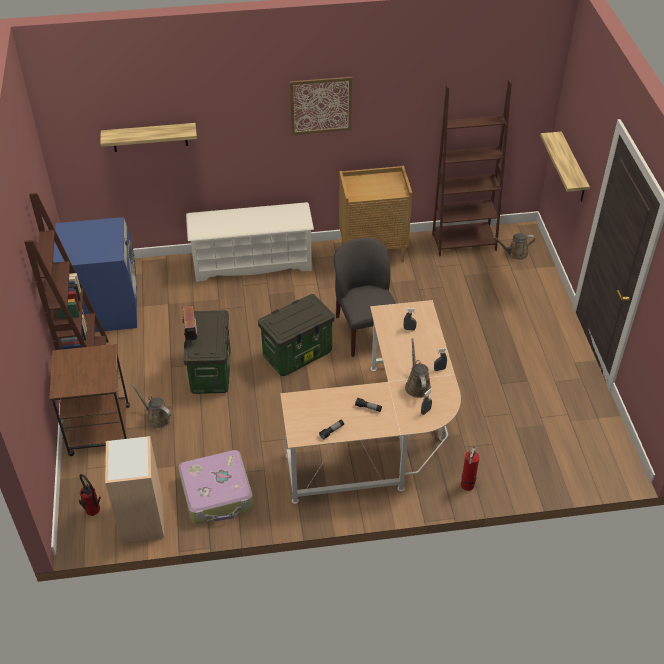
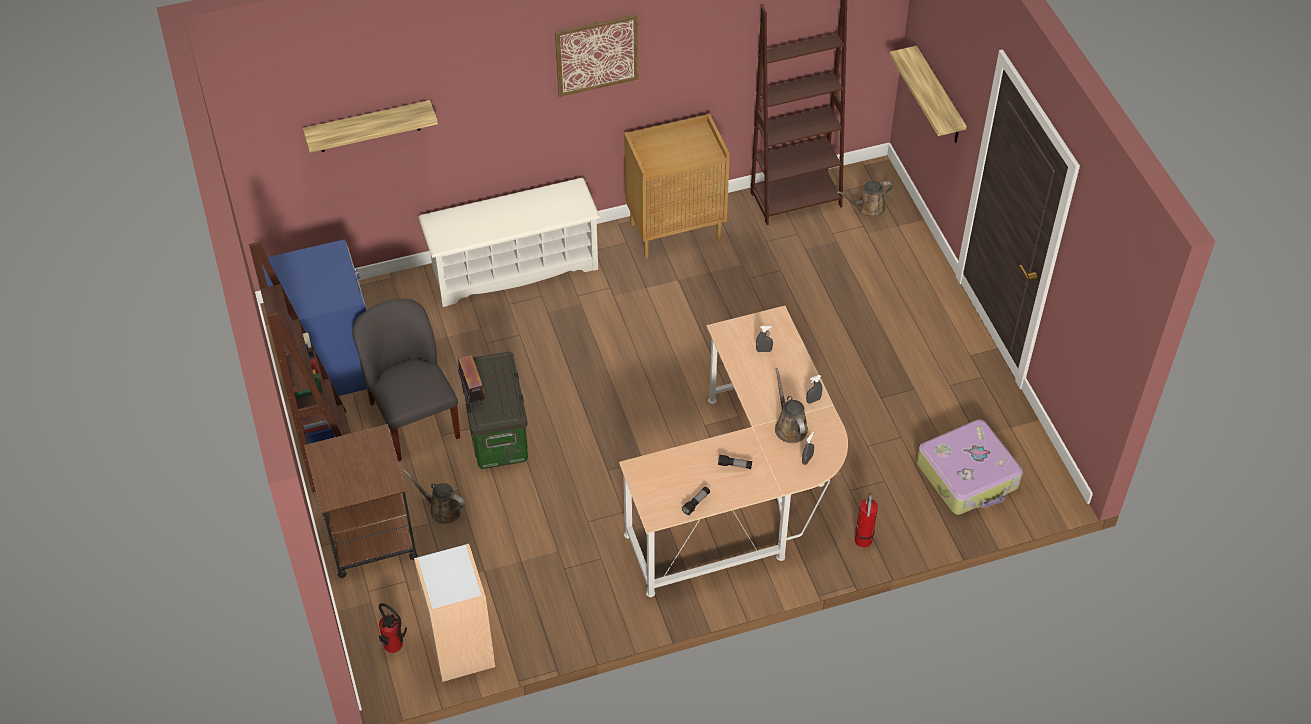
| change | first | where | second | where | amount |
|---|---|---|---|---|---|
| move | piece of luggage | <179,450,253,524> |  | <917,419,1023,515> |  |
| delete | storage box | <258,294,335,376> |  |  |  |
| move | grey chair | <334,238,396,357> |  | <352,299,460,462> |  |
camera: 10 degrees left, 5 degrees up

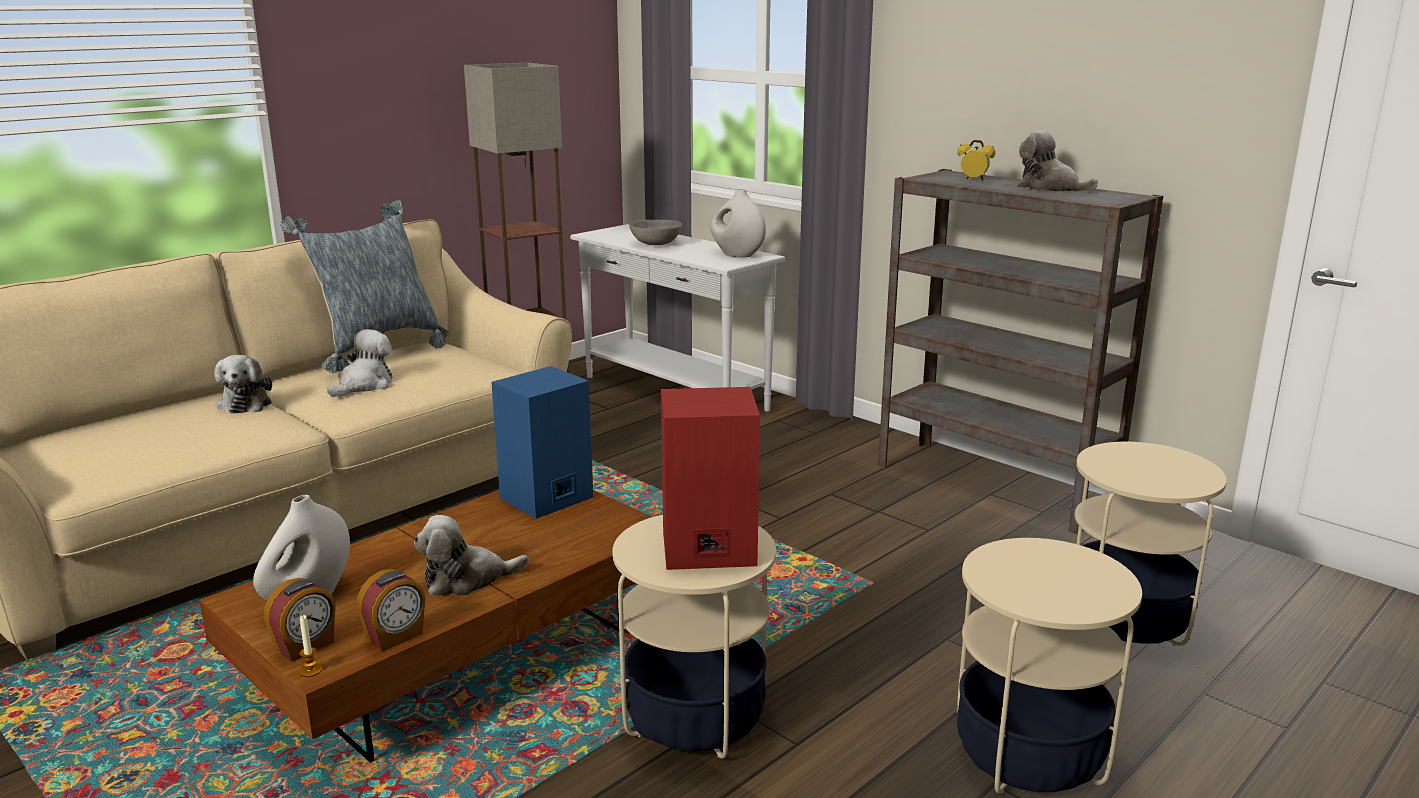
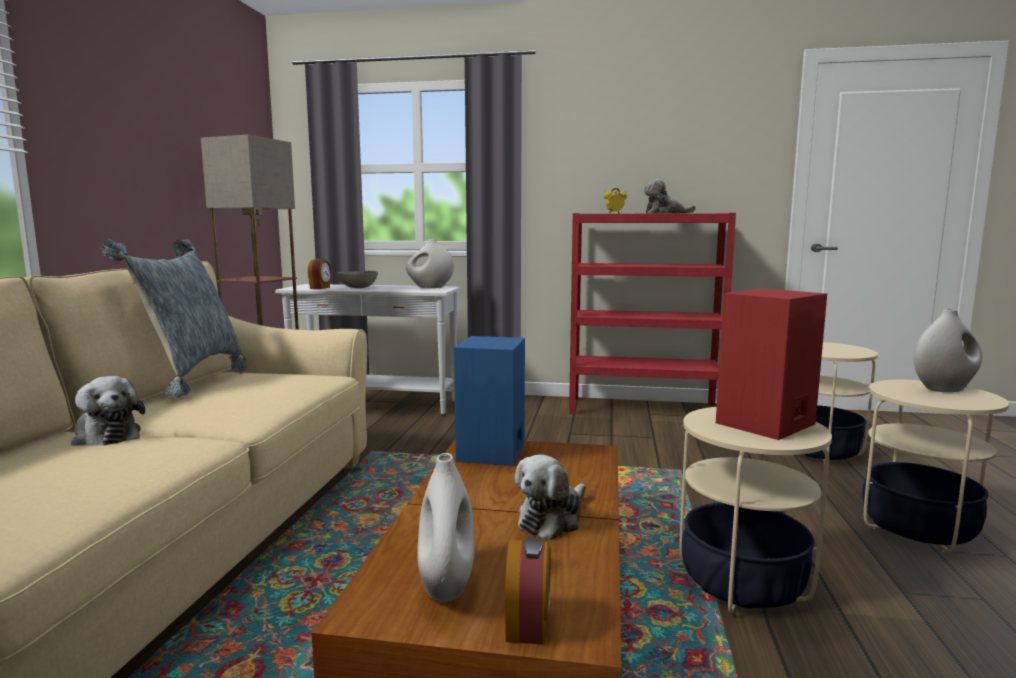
| change | first | where | second | where | amount |
|---|---|---|---|---|---|
| delete | wax light | <299,615,322,677> |  |  |  |
| delete | soft toy | <327,329,393,397> |  |  |  |
| move | table clock | <356,569,426,652> |  | <308,258,331,289> |  |
| recolor | grey bookshelf | <878,169,1163,535> | red bookshelf | <569,213,736,414> |  |
| insert |  |  | whitish vase | <914,309,982,392> |  |
camera: 35 degrees left, 10 degrees down

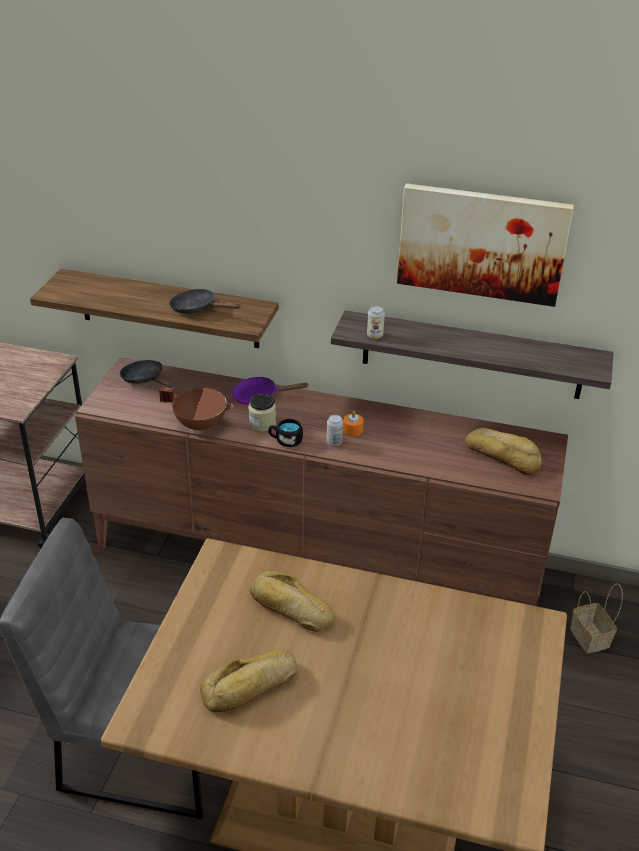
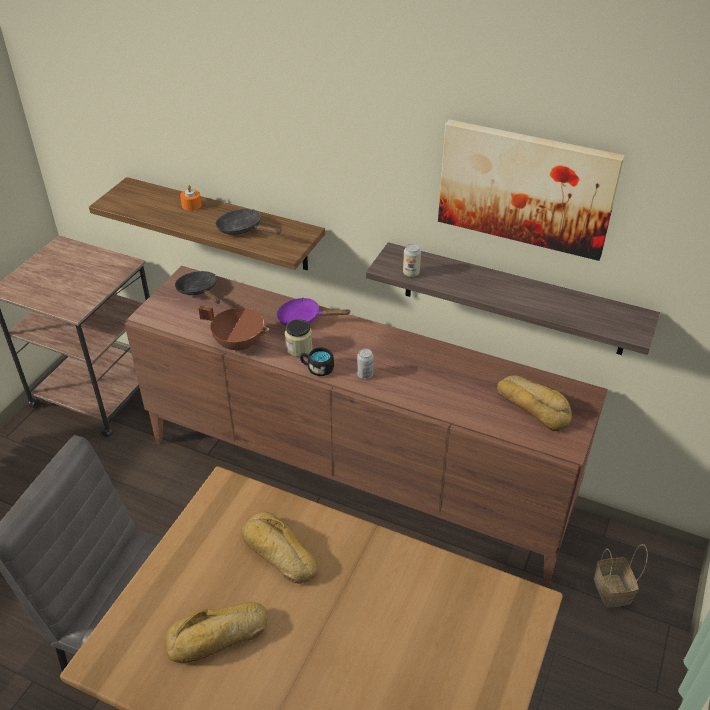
| change | first | where | second | where | amount |
|---|---|---|---|---|---|
| move | orange wax light | <343,411,364,436> |  | <180,185,201,211> |  |
camera: 10 degrees right, 5 degrees up

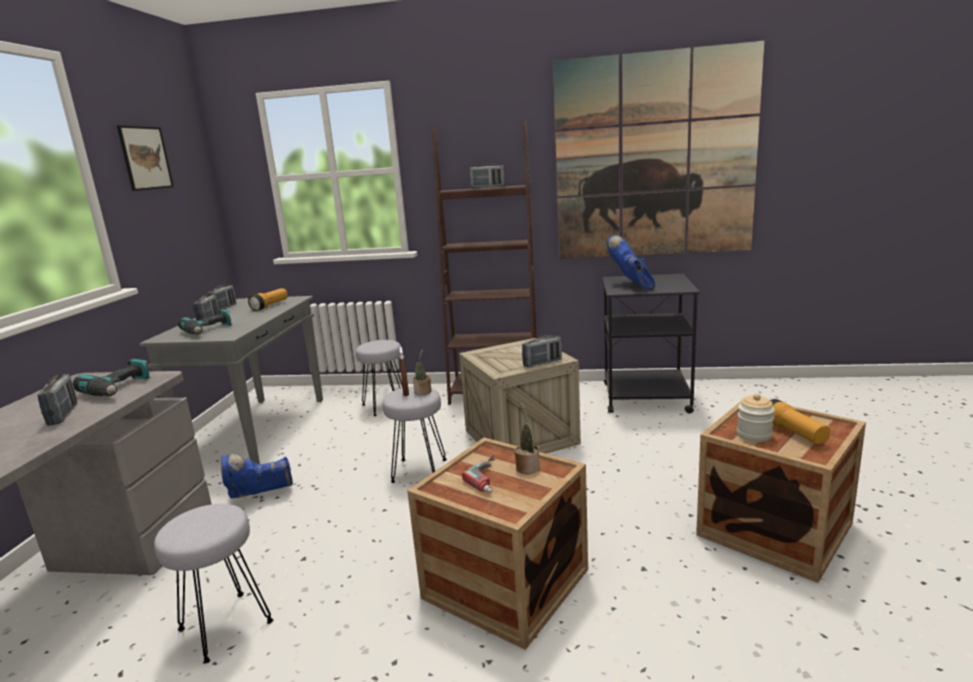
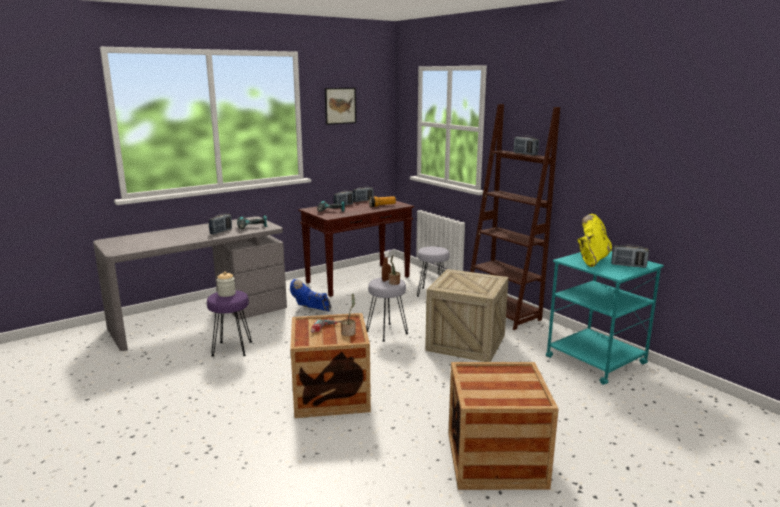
| change | first | where | second | where | amount |
|---|---|---|---|---|---|
| recolor | grey console table | <139,296,323,464> | brown-coloured console table | <298,200,414,297> |  |
| recolor | grey stool seat | <154,504,273,664> | purplish stool seat | <207,290,252,357> |  |
| move | radio receiver | <522,336,562,368> |  | <611,245,649,268> |  |
| delete | wall art | <553,41,765,259> |  |  |  |
| recolor | black-coloured wheeled cart | <602,274,700,414> | turquoise wheeled cart | <546,251,664,385> |  |
| recolor | blue-coloured boot | <607,235,655,290> | yellow boot | <578,214,612,267> |  |
| move | jar | <737,394,775,442> |  | <217,272,236,297> |  |
| delete | flashlight | <770,399,830,444> |  |  |  |
camera: 45 degrees right, 0 degrees up

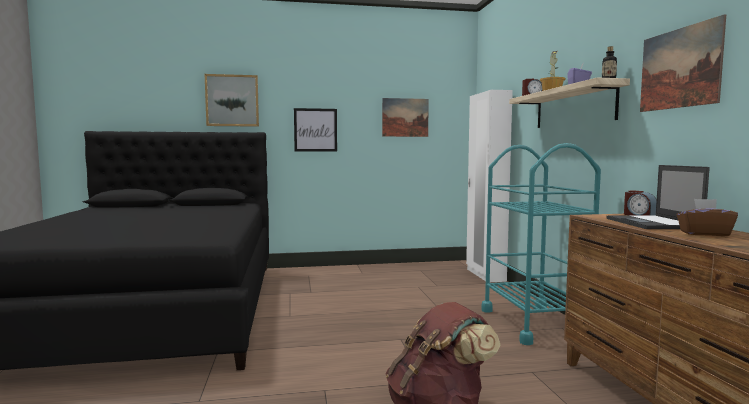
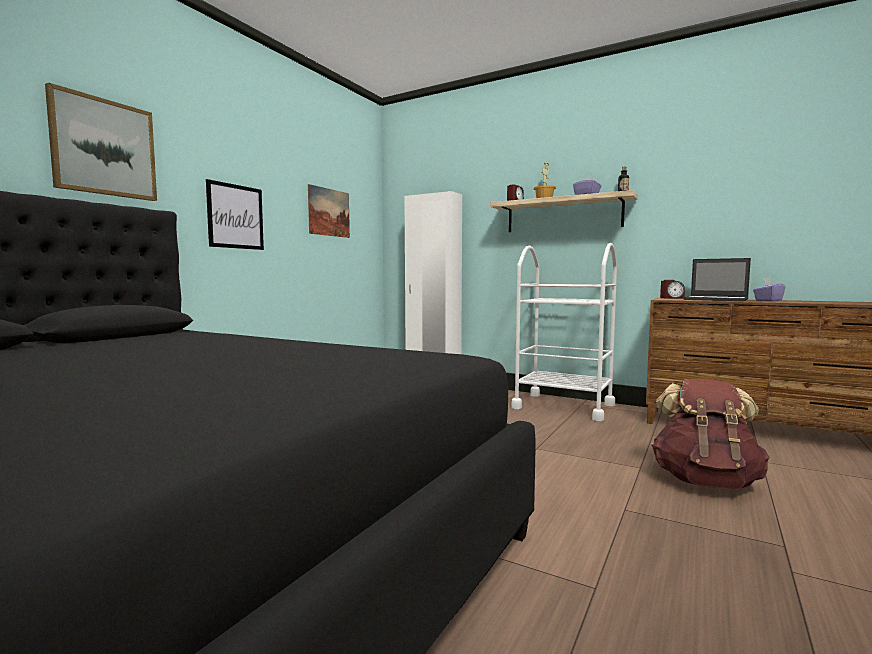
| change | first | where | second | where | amount |
|---|---|---|---|---|---|
| recolor | turquoise wheeled cart | <482,143,601,345> | whitish wheeled cart | <511,243,617,421> |  |
| delete | wall art | <640,14,726,112> |  |  |  |
| recolor | brown-coloured tissue holder | <677,199,738,236> | purplish tissue holder | <753,278,785,302> |  |
camera: 50 degrees left, 0 degrees up

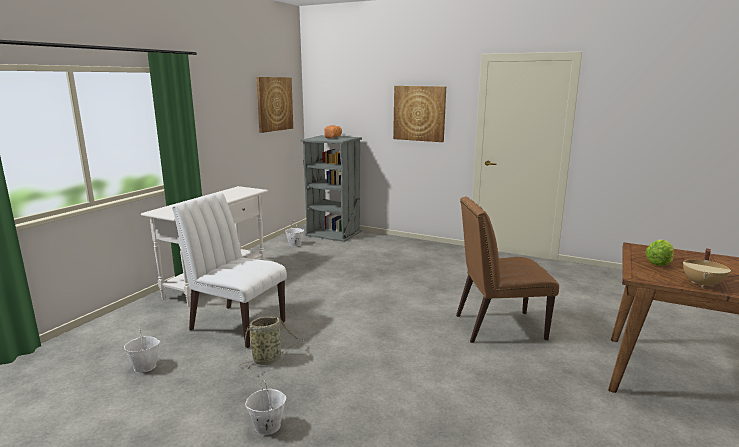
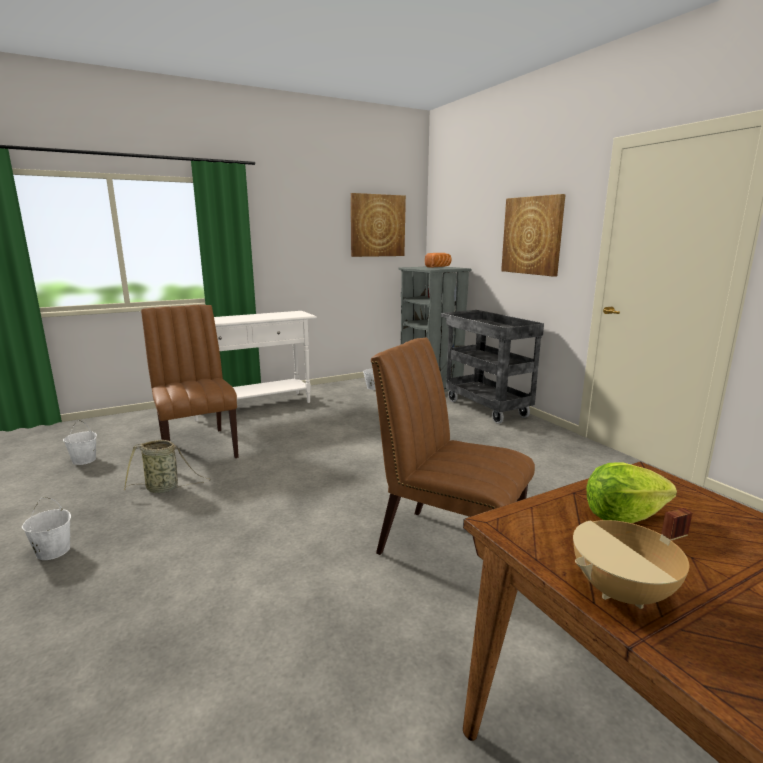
| change | first | where | second | where | amount |
|---|---|---|---|---|---|
| recolor | whitish chair | <172,193,287,348> | brown-coloured chair | <141,305,239,458> |  |
| insert |  |  | black-coloured wheeled cart | <441,310,544,424> |  |
camera: 35 degrees right, 0 degrees up

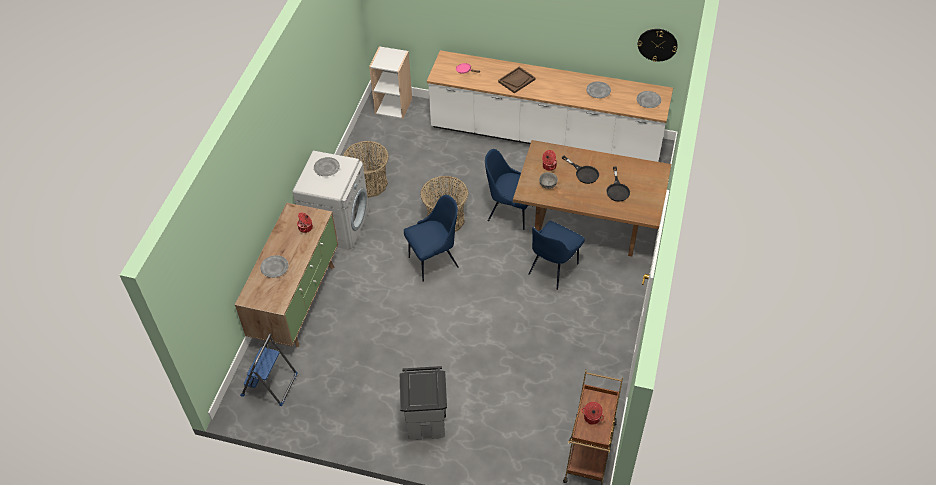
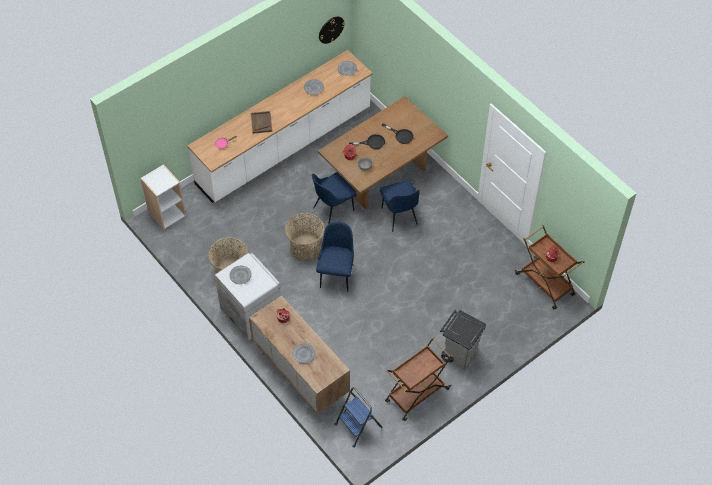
| change | first | where | second | where | amount |
|---|---|---|---|---|---|
| insert |  |  | brown-coloured wheeled cart | <385,337,452,421> |  |
camera: 55 degrees left, 5 degrees up

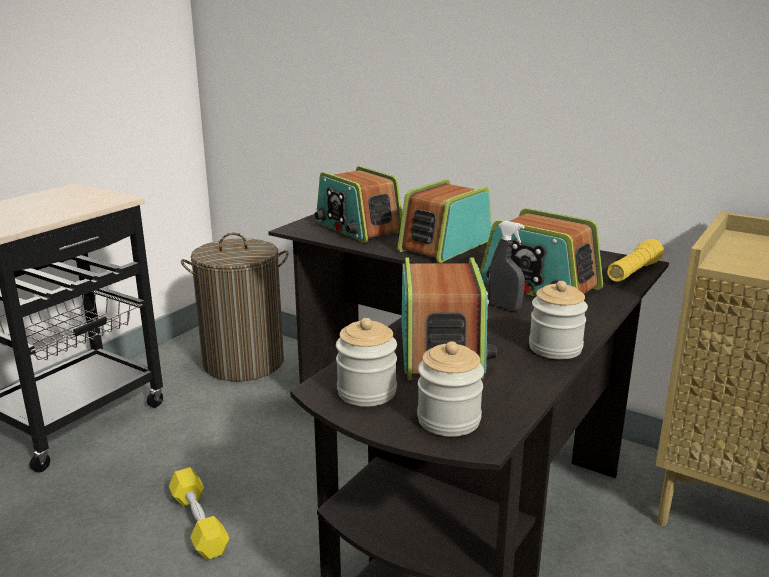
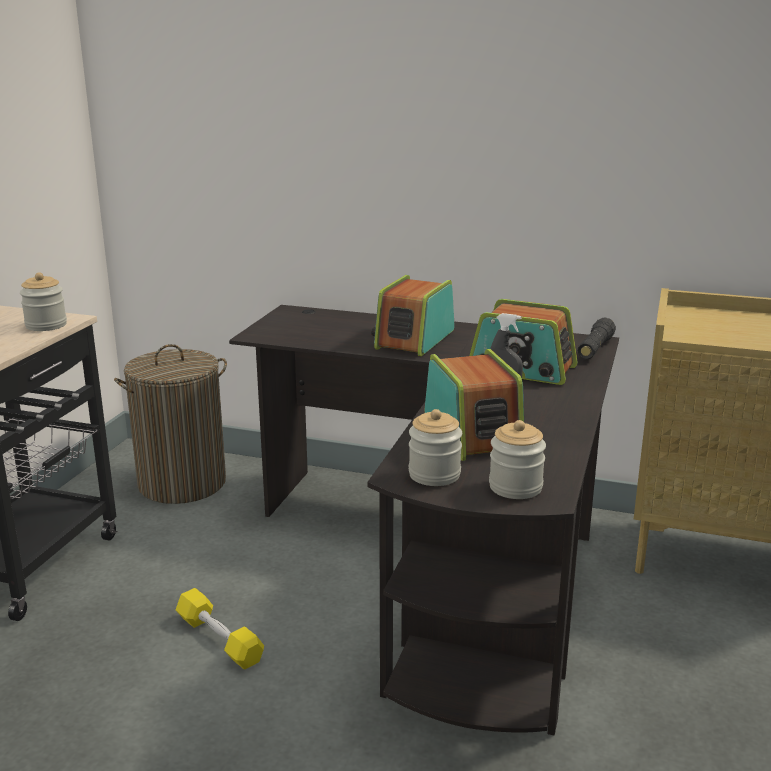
| change | first | where | second | where | amount |
|---|---|---|---|---|---|
| delete | radio receiver | <315,166,402,243> |  |  |  |
| move | jar | <529,281,588,359> |  | <20,272,67,331> |  |
| recolor | yellow flashlight | <607,239,664,282> | black-coloured flashlight | <577,318,616,359> |  |
camera: 15 degrees left, 0 degrees up

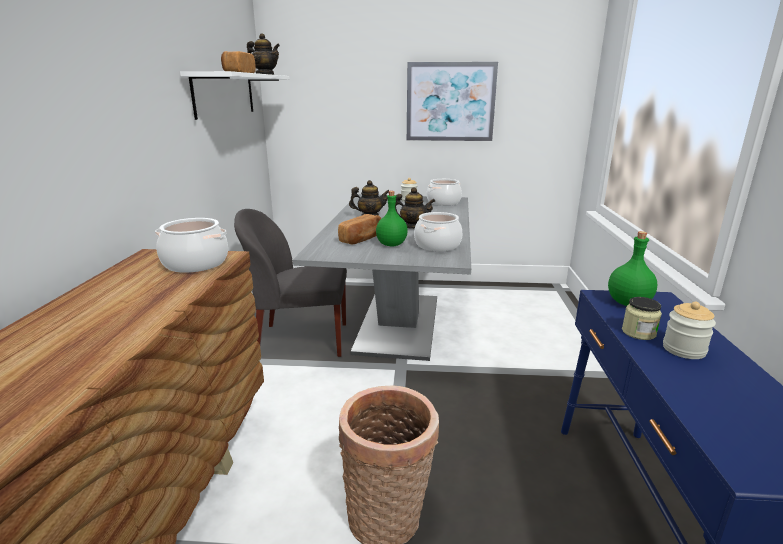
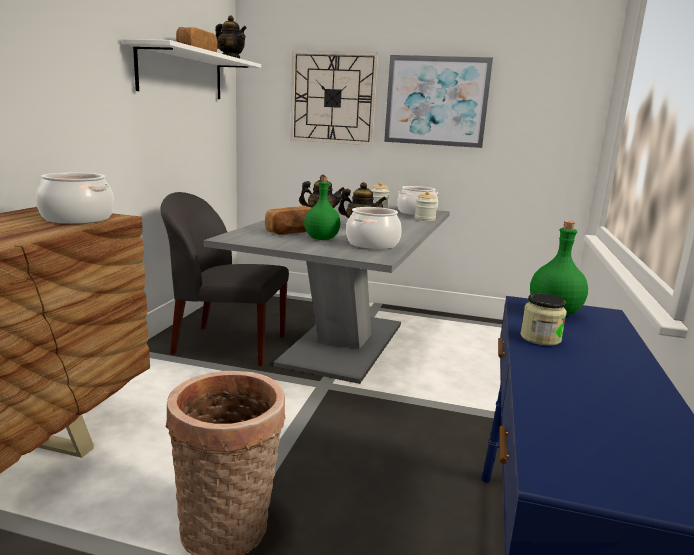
| change | first | where | second | where | amount |
|---|---|---|---|---|---|
| move | jar | <663,302,716,359> |  | <415,191,438,221> |  |
| insert |  |  | clock on the wall | <290,51,378,146> |  |
camera: 10 degrees right, 5 degrees down

